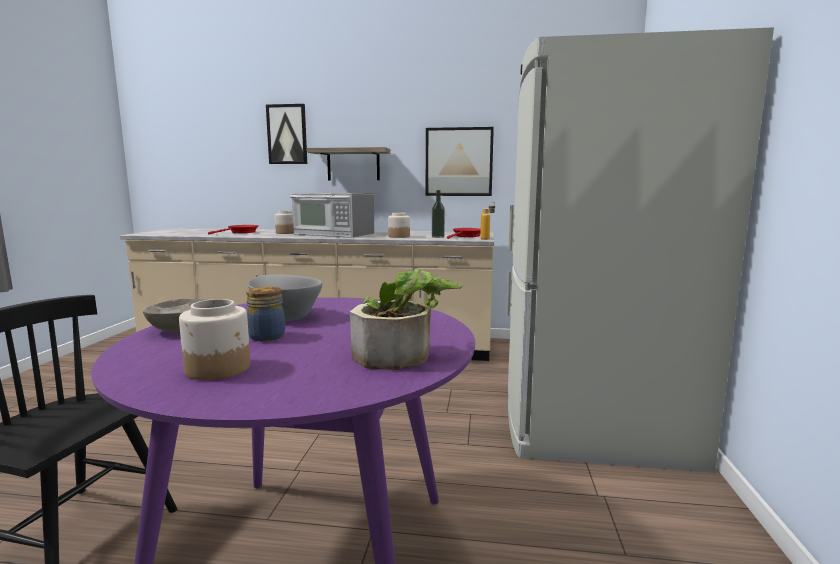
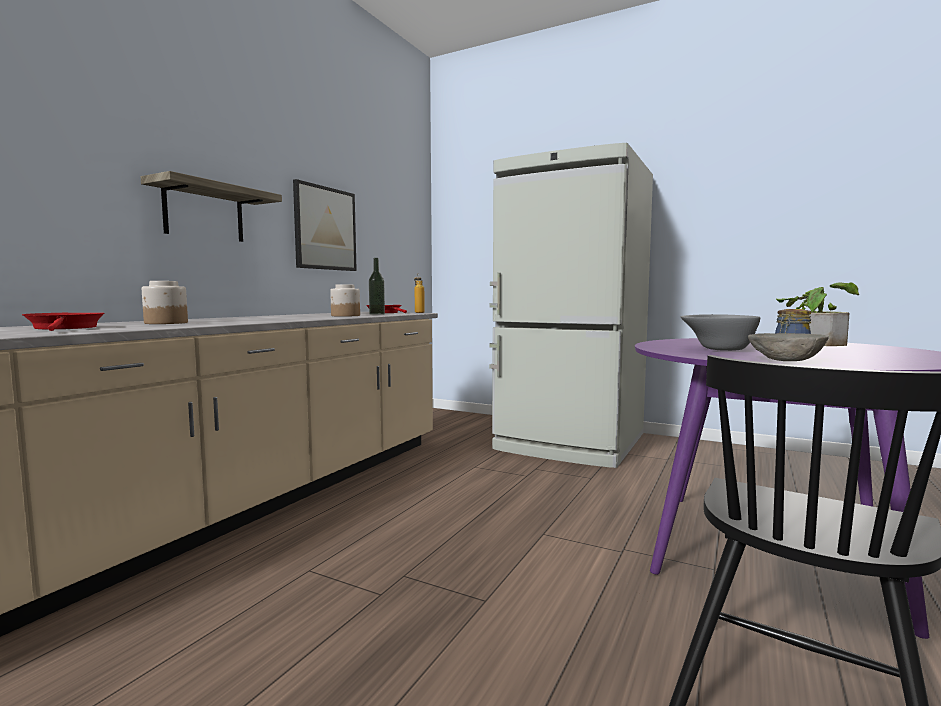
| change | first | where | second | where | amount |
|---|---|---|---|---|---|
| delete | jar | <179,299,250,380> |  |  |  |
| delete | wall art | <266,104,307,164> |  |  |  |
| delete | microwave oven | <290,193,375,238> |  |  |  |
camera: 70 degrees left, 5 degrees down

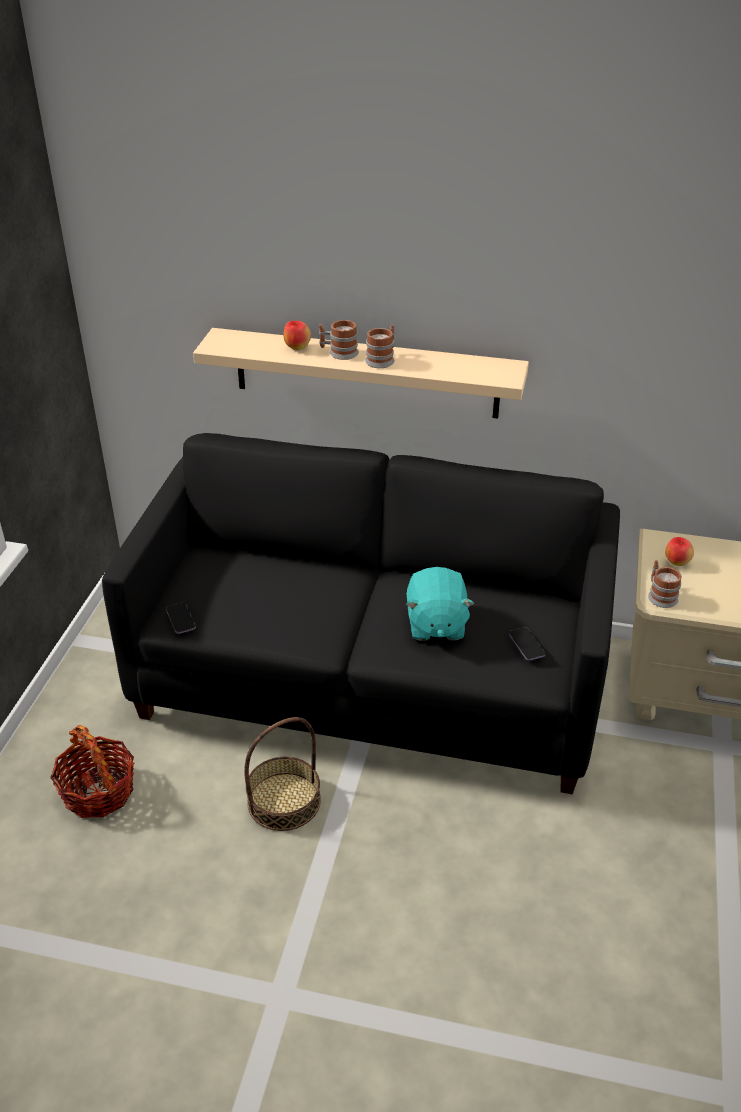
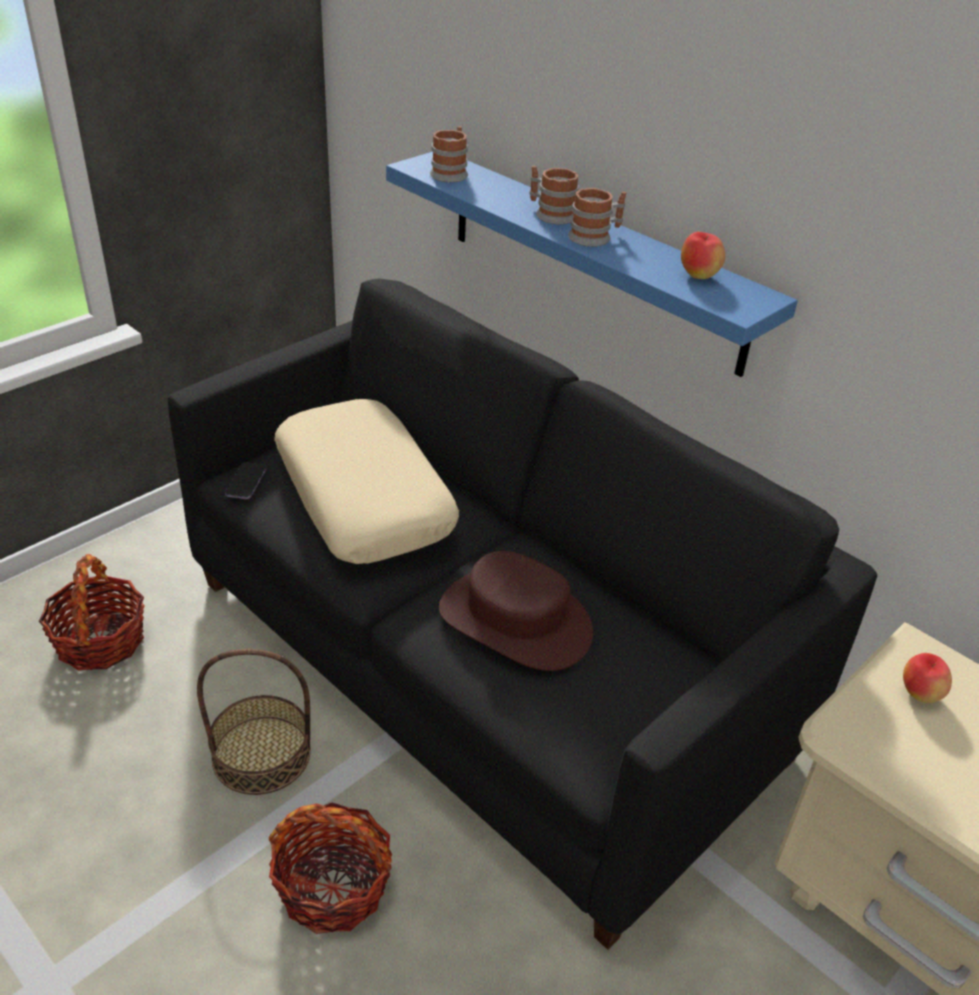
| change | first | where | second | where | amount |
|---|---|---|---|---|---|
| recolor | beige shelf | <193,328,529,418> | blue-coloured shelf | <386,152,798,377> |  |
| move | apple fruit | <283,321,311,350> |  | <681,232,725,279> |  |
| replace | turquoise soft toy | <406,567,474,641> | brown-coloured wearable hat | <439,551,593,671> |  |
| delete | phone | <509,627,545,661> |  |  |  |
| move | tea mug | <648,560,682,608> |  | <430,126,468,182> |  |
| insert |  |  | basket | <269,803,392,934> |  |
| insert |  |  | beige pillow | <274,399,459,564> |  |
camera: 30 degrees right, 0 degrees up

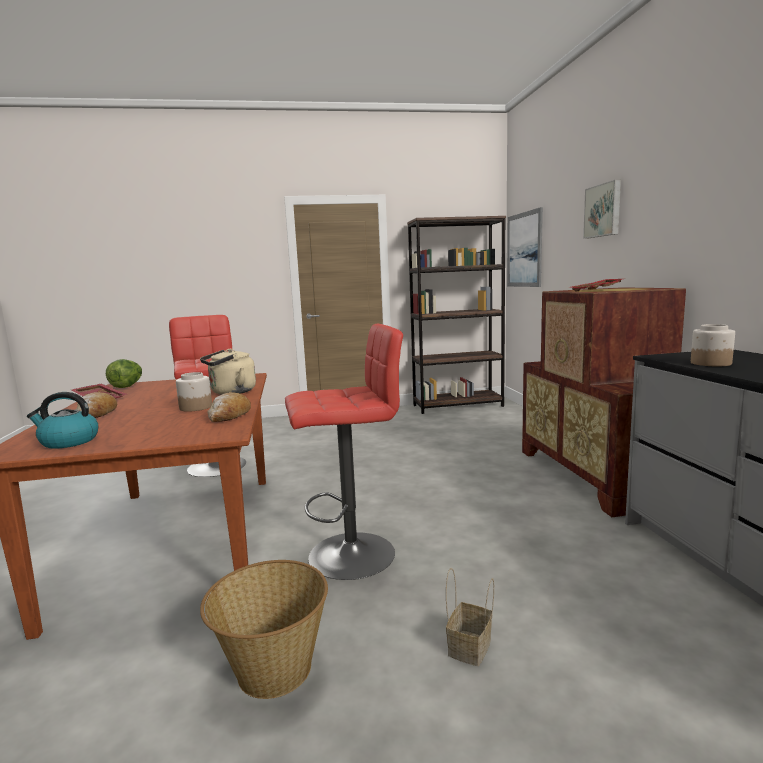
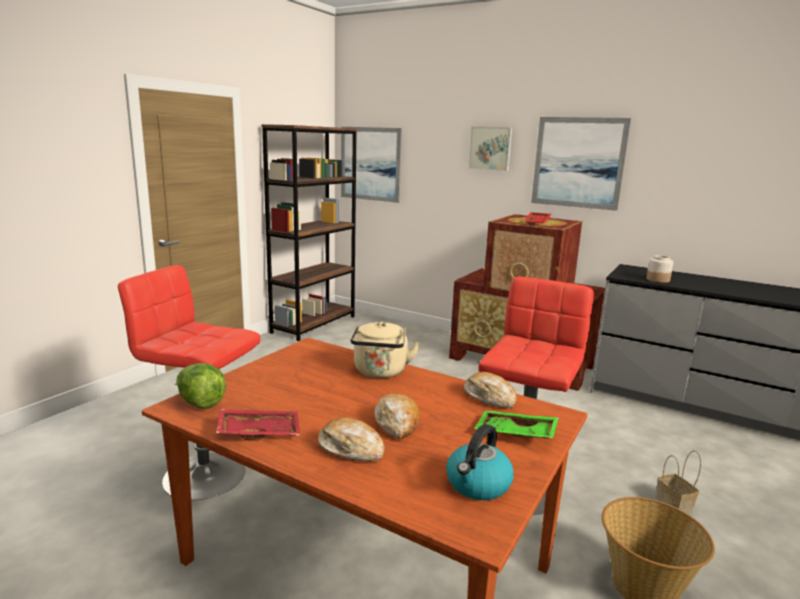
| change | first | where | second | where | amount |
|---|---|---|---|---|---|
| delete | jar | <176,372,212,412> |  |  |  |
| insert |  |  | bakery bread | <375,393,420,439> |  |
| insert |  |  | greenish carrying tray | <474,411,559,439> |  |
| insert |  |  | wall art | <531,117,631,211> |  |
camera: 50 degrees left, 5 degrees up

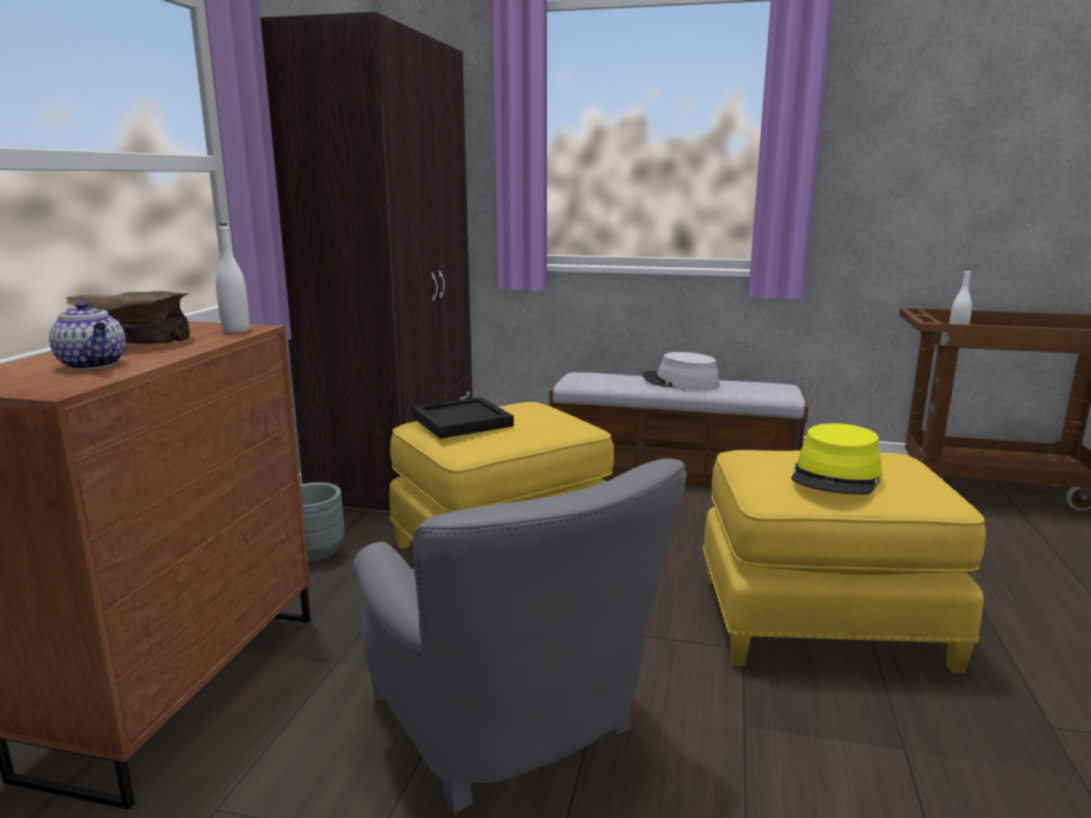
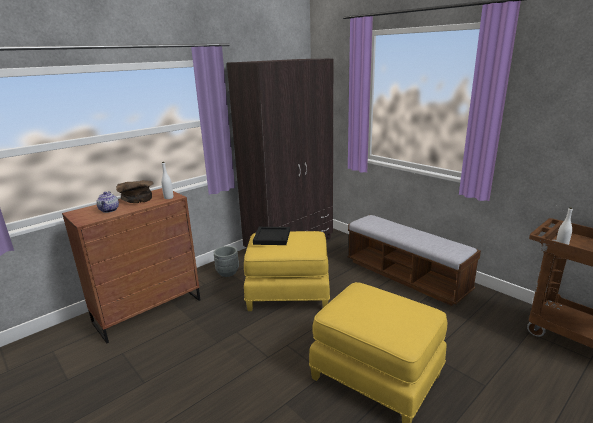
| change | first | where | second | where | amount |
|---|---|---|---|---|---|
| delete | grey armchair | <354,459,687,814> |  |  |  |
| delete | grey wearable hat | <643,352,720,390> |  |  |  |
| delete | yellow wearable hat | <791,423,882,494> |  |  |  |
camera: 35 degrees right, 5 degrees up

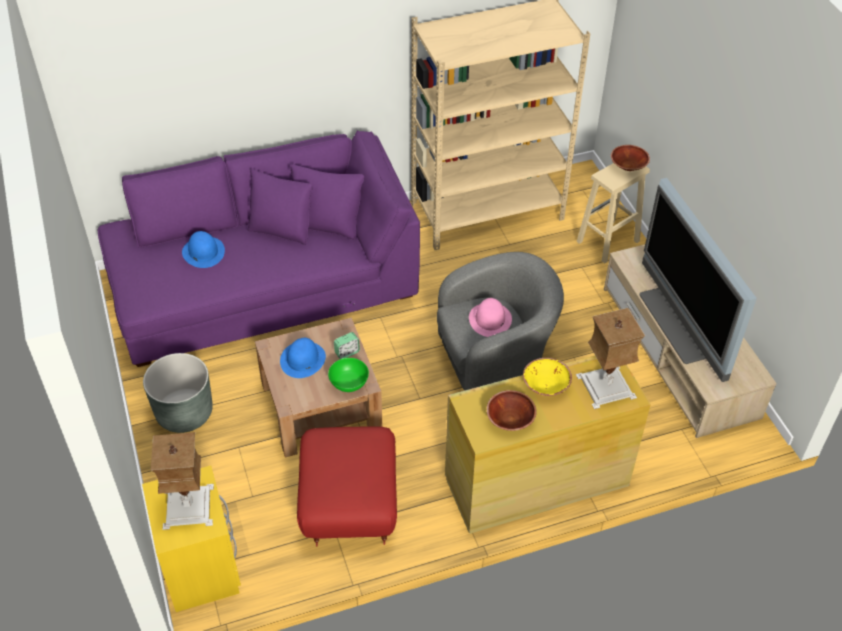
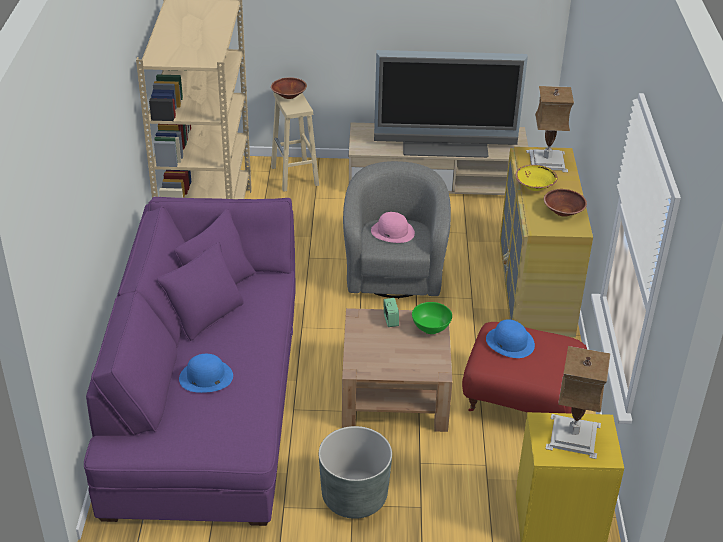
| change | first | where | second | where | amount |
|---|---|---|---|---|---|
| move | blue-coloured wearable hat | <280,338,326,378> |  | <486,319,535,358> |  |
camera: 70 degrees left, 10 degrees down

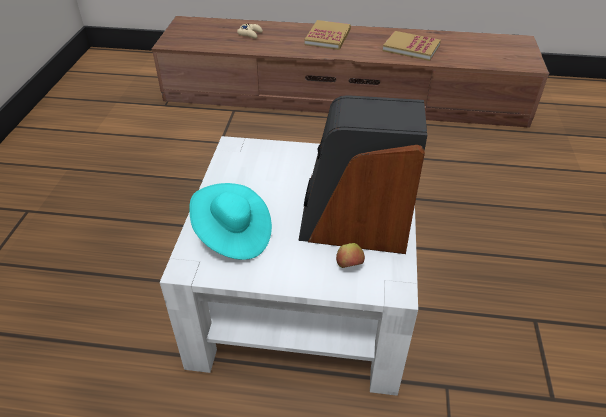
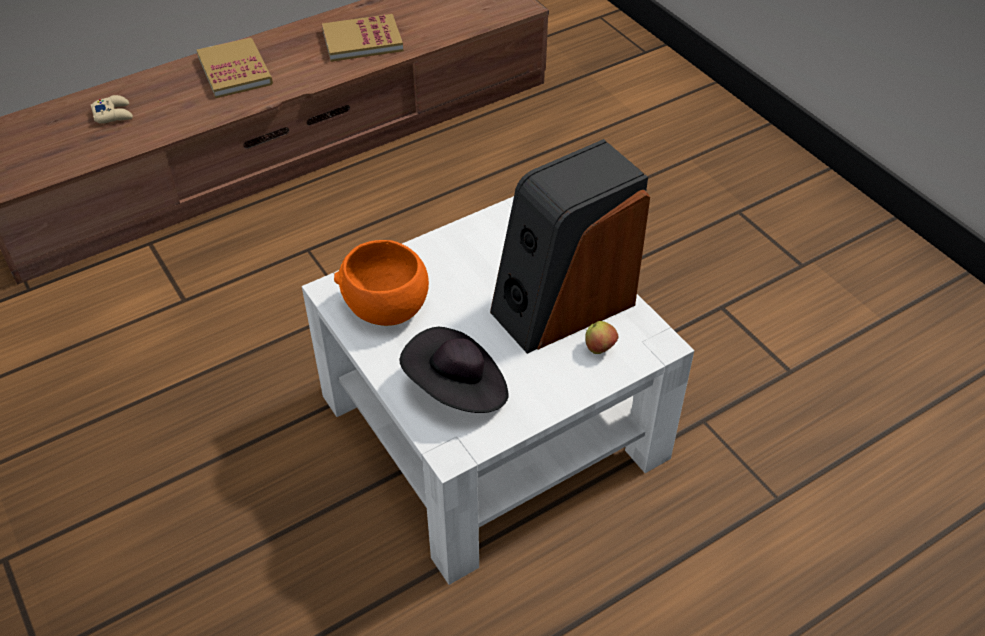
| change | first | where | second | where | amount |
|---|---|---|---|---|---|
| recolor | turquoise wearable hat | <189,183,272,260> | black-coloured wearable hat | <399,327,508,413> |  |
| insert |  |  | orange deep dish | <334,240,429,326> |  |
camera: 40 degrees left, 5 degrees up

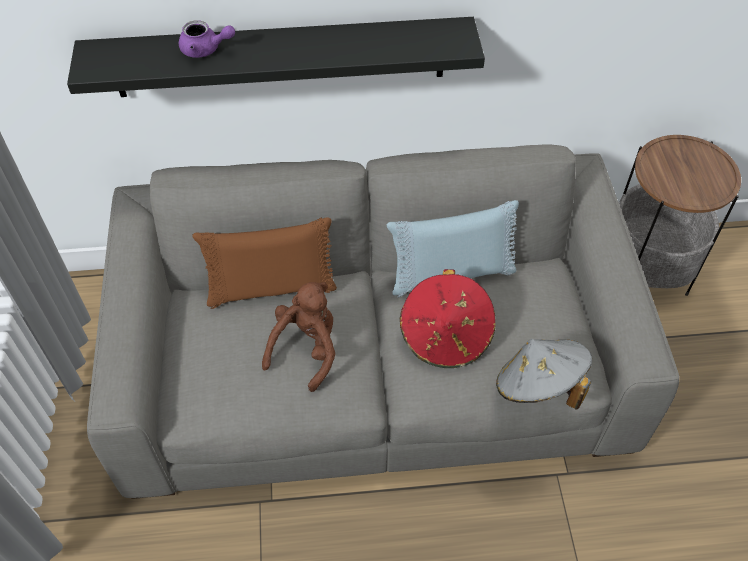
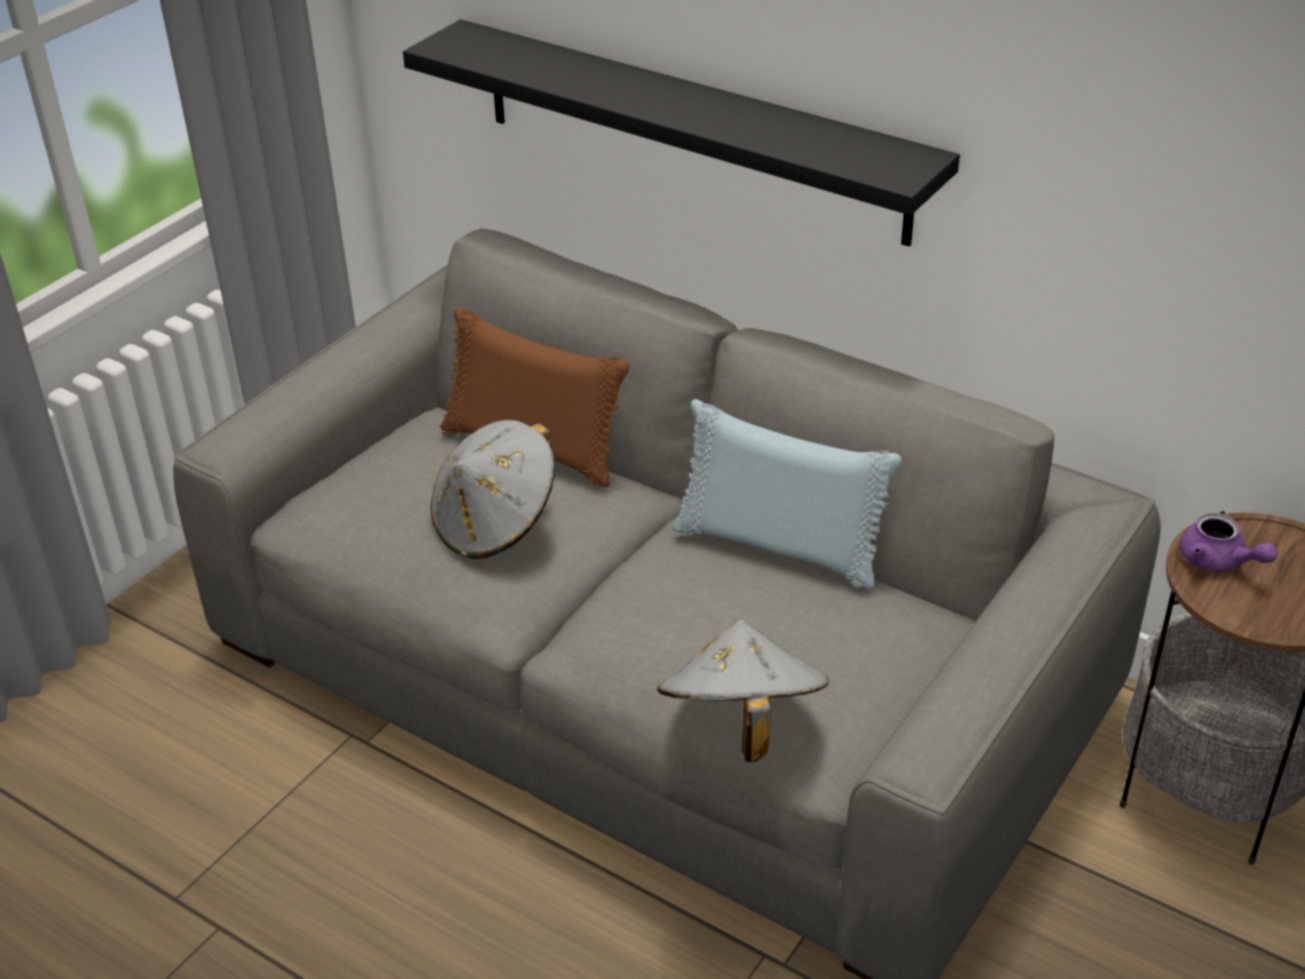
| change | first | where | second | where | amount |
|---|---|---|---|---|---|
| move | purplish tea pot | <179,20,235,58> |  | <1180,513,1278,572> |  |
| replace | brown-coloured soft toy | <262,282,336,392> | grey wearable hat | <431,420,555,559> |  |
| delete | red wearable hat | <400,269,496,368> |  |  |  |
camera: 40 degrees right, 15 degrees down

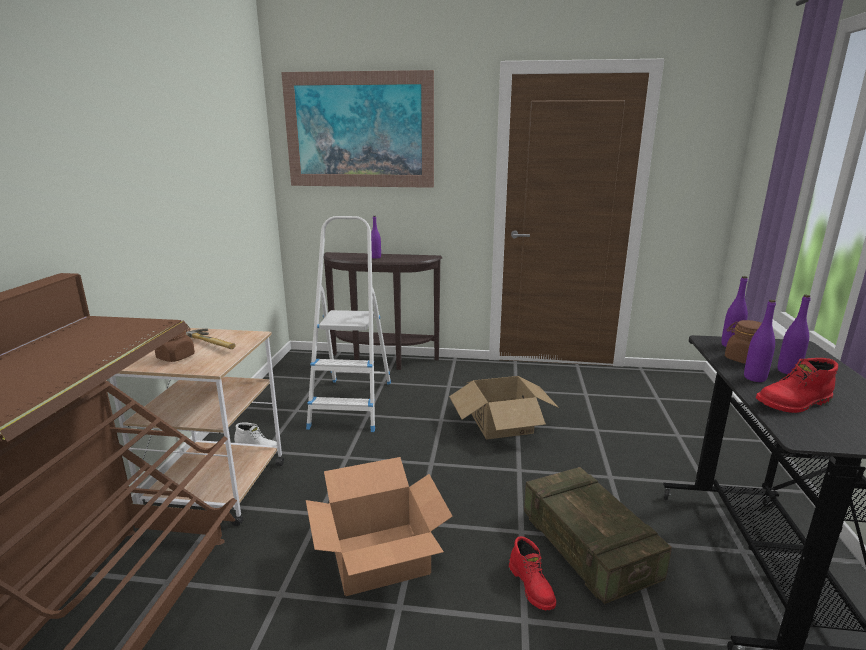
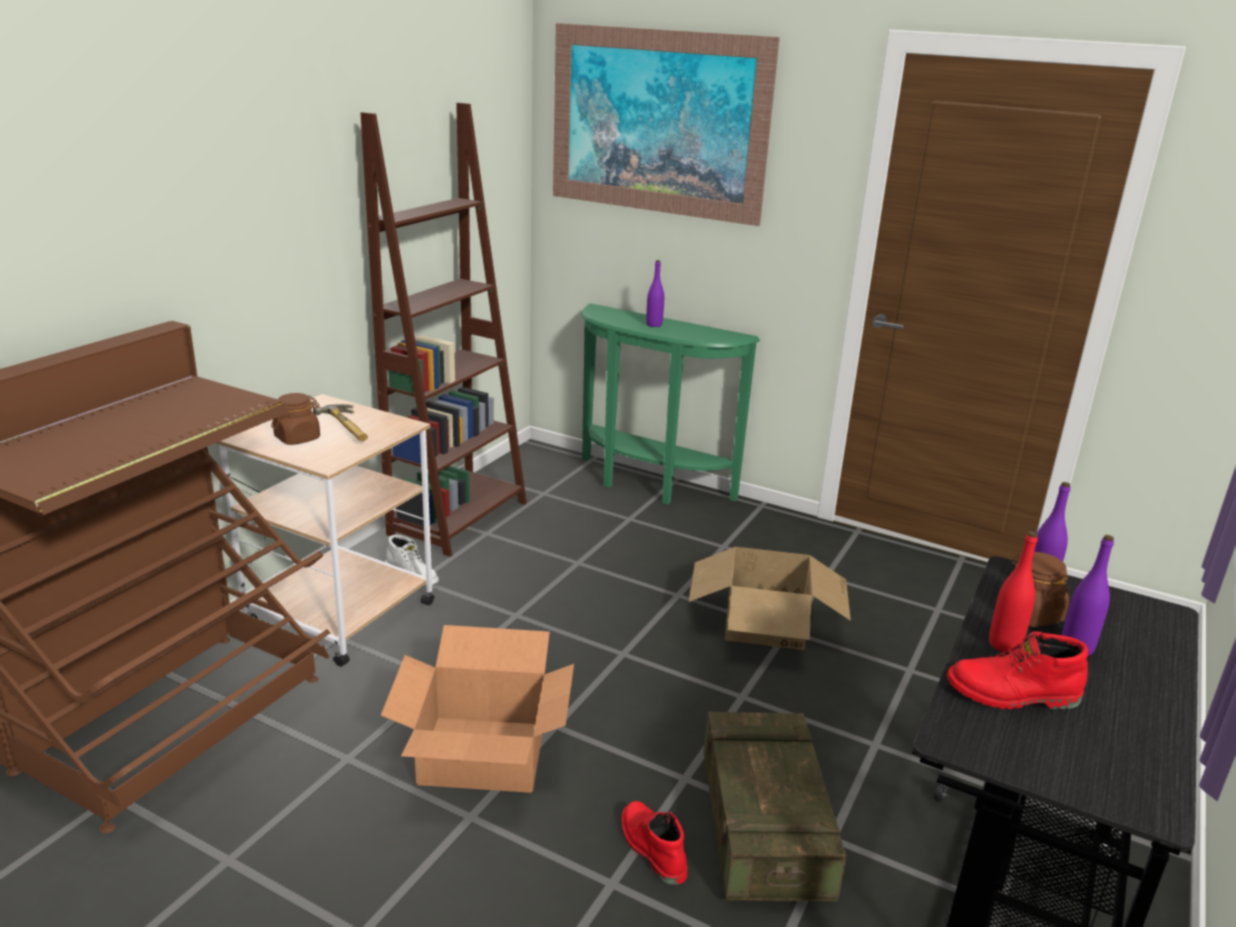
| change | first | where | second | where | amount |
|---|---|---|---|---|---|
| delete | whitish step ladder | <306,216,391,432> |  |  |  |
| recolor | brown-coloured console table | <324,252,442,370> | greenish console table | <581,303,760,504> |  |
| rotate | red boot | <509,536,556,610> |  | <622,801,687,885> | 150 degrees clockwise |
| recolor | purplish drink bottle | <744,299,776,382> | red drink bottle | <989,531,1038,652> |  |
| insert |  |  | brown-coloured bookshelf | <360,103,527,557> |  |
camera: 20 degrees right, 5 degrees up

